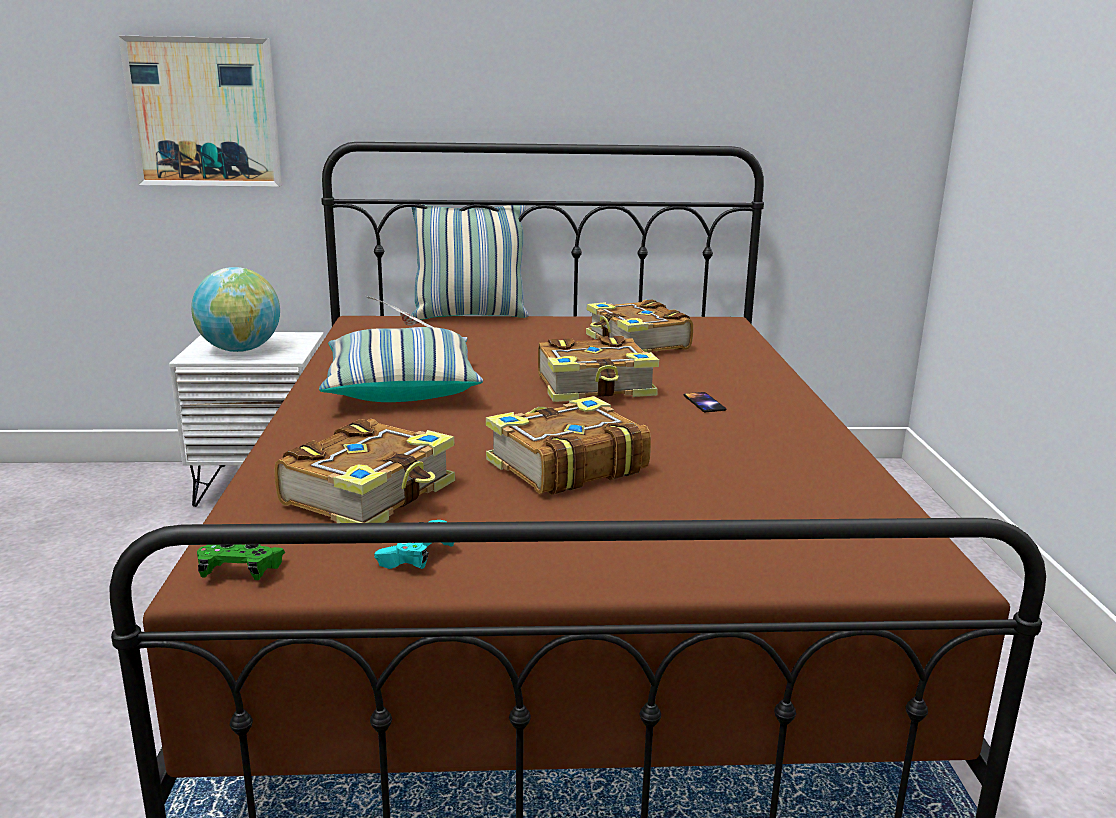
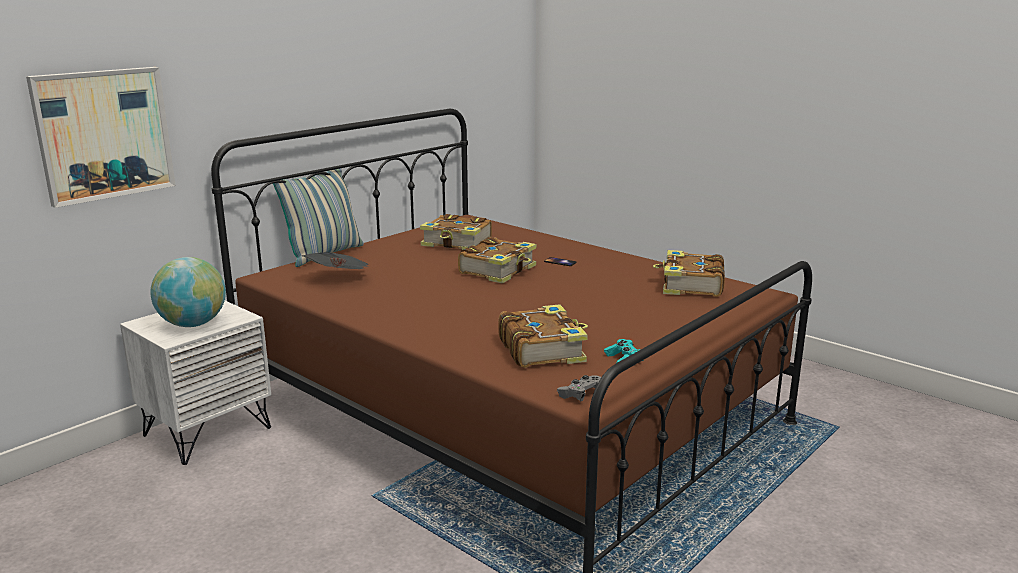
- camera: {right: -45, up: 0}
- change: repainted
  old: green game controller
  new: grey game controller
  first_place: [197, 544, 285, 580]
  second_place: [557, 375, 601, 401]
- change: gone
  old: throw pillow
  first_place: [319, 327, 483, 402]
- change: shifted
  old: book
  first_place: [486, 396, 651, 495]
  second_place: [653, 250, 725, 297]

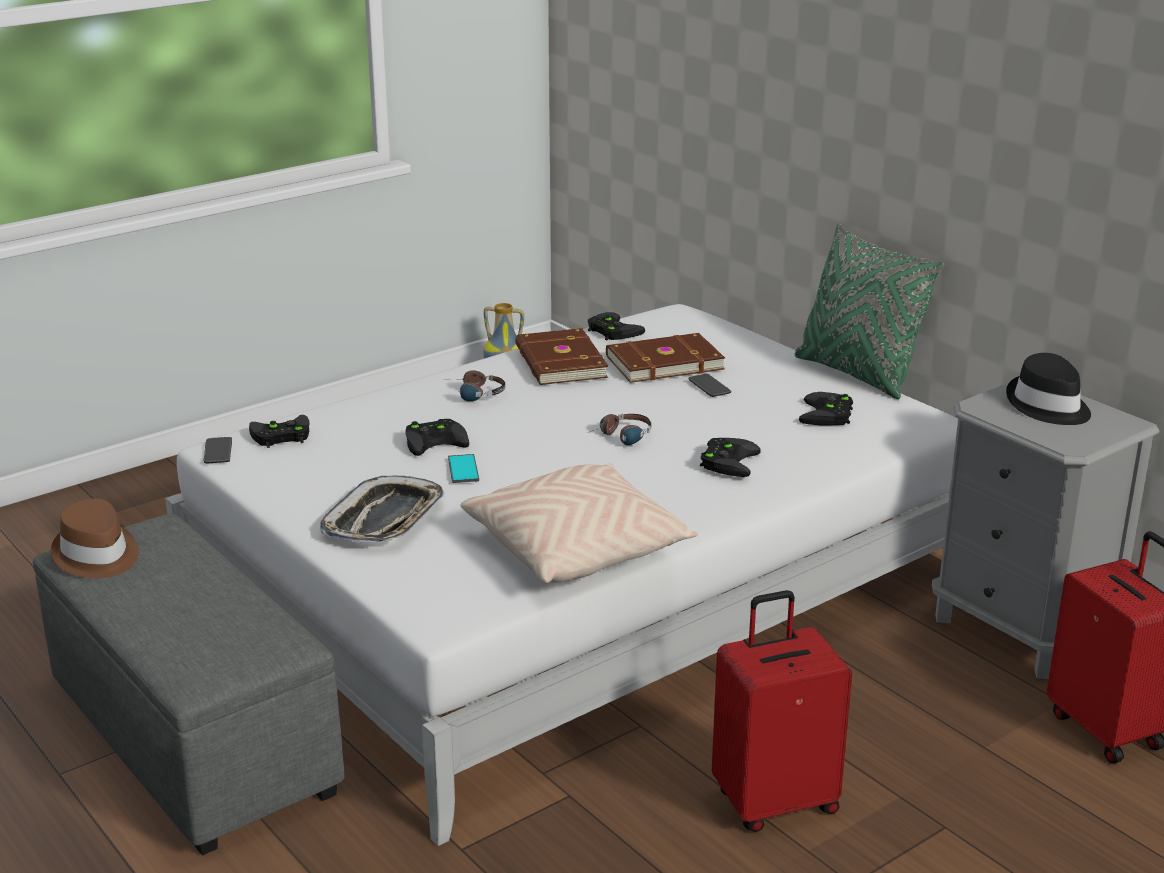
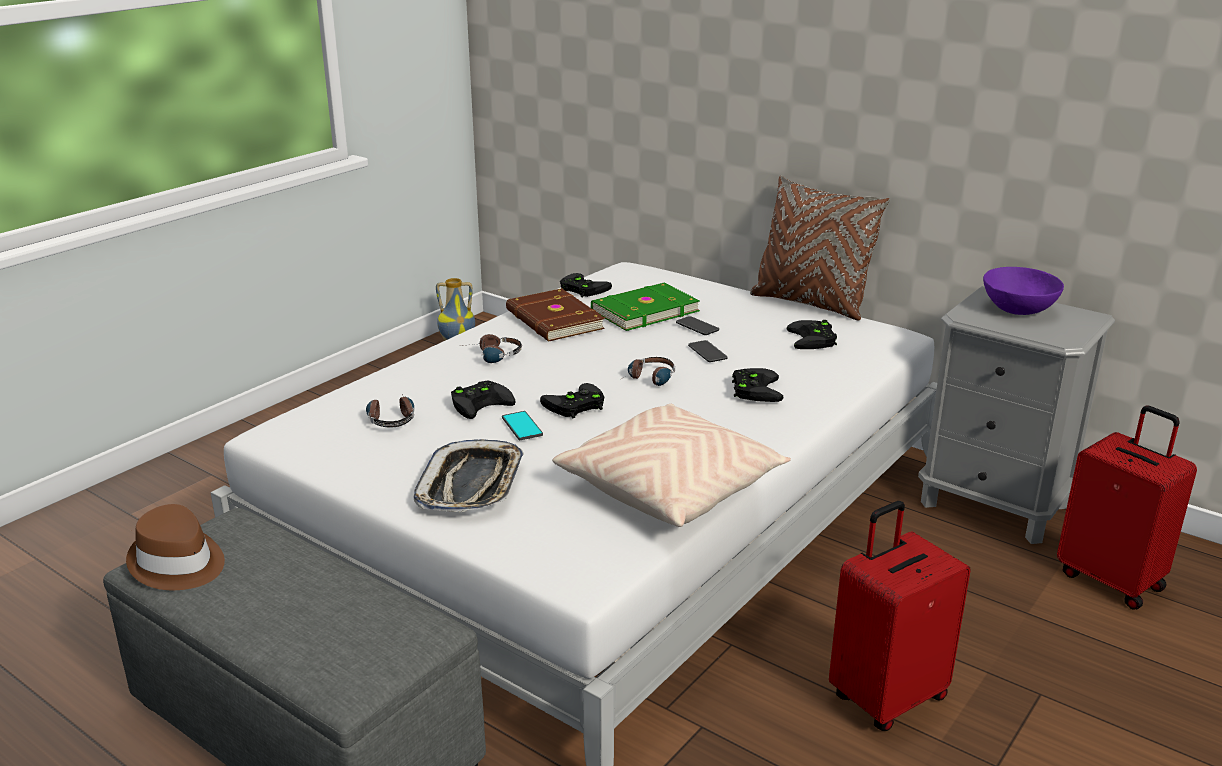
- camera: {right: -15, up: 0}
- change: shifted
  old: handset
  first_place: [204, 437, 232, 463]
  second_place: [688, 340, 728, 362]
- change: shifted
  old: black game controller
  first_place: [249, 415, 309, 448]
  second_place: [540, 383, 604, 418]
- change: repainted
  old: brown book
  new: green book
  first_place: [606, 333, 725, 383]
  second_place: [591, 283, 700, 331]
- change: repainted
  old: green throw pillow
  new: brown throw pillow
  first_place: [794, 224, 944, 399]
  second_place: [750, 176, 890, 320]
- change: swapped
  old: black wearable hat
  new: purple serving bowl
  first_place: [1006, 353, 1091, 425]
  second_place: [983, 267, 1064, 315]
- change: new
  new: headset
  second_place: [366, 394, 414, 427]

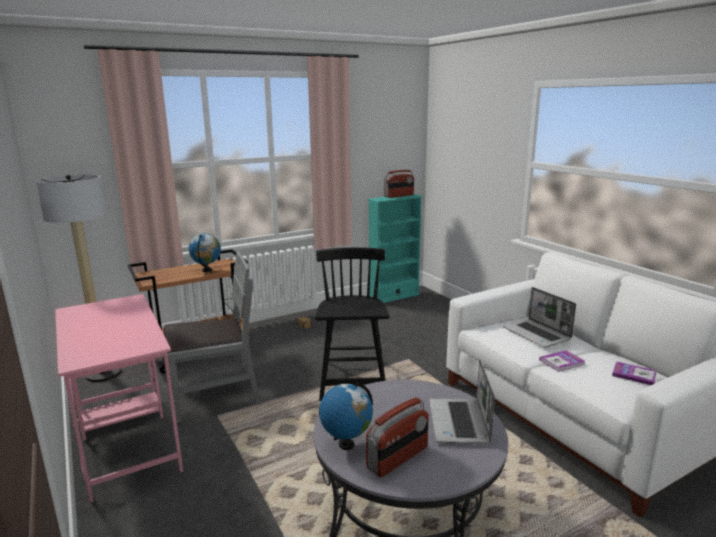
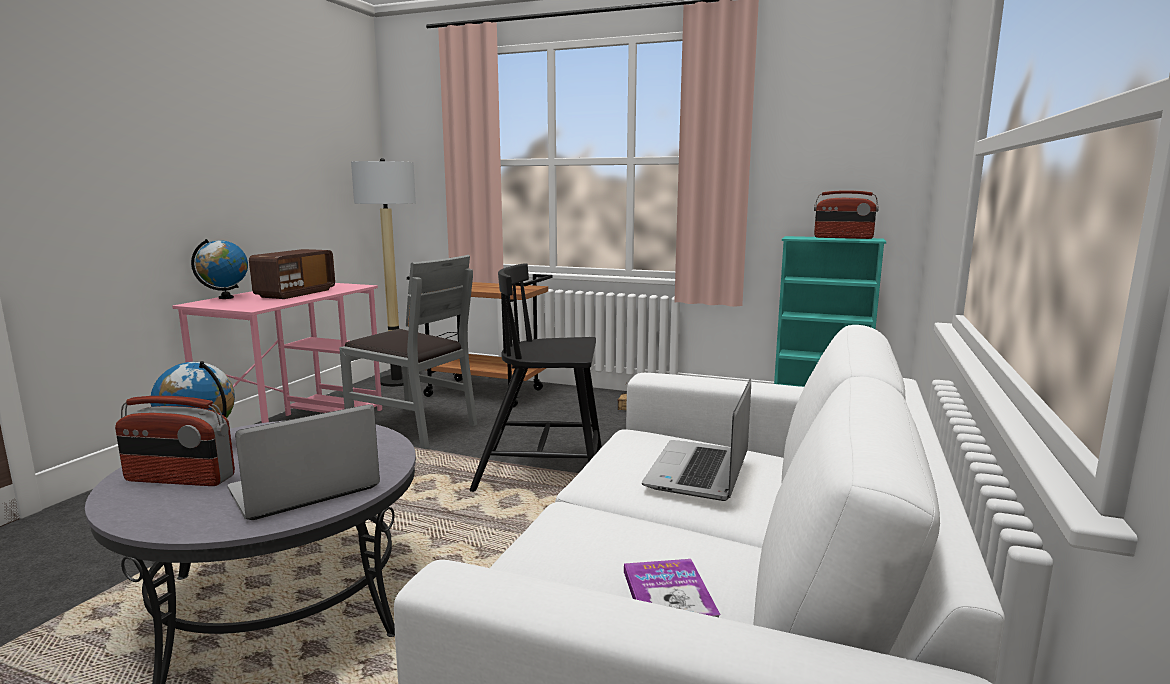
- camera: {right: 50, up: -5}
- change: shifted
  old: desk globe
  first_place: [189, 234, 221, 272]
  second_place: [191, 239, 248, 299]
- change: rotated
  old: black chair
  first_place: [315, 247, 390, 401]
  second_place: [469, 263, 602, 492]
  degrees: -135
- change: gone
  old: book
  first_place: [539, 350, 585, 372]
- change: new
  new: radio set
  second_place: [249, 249, 335, 299]

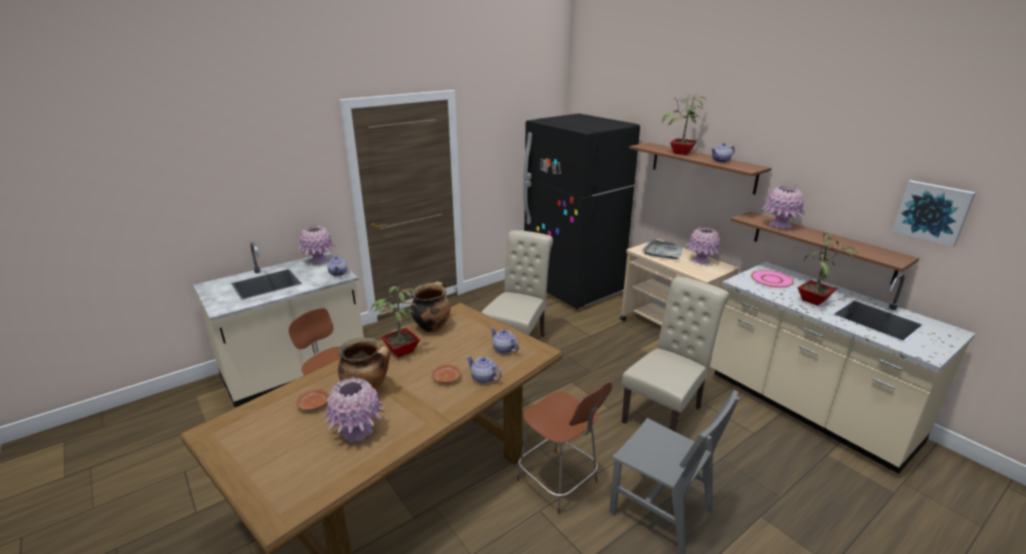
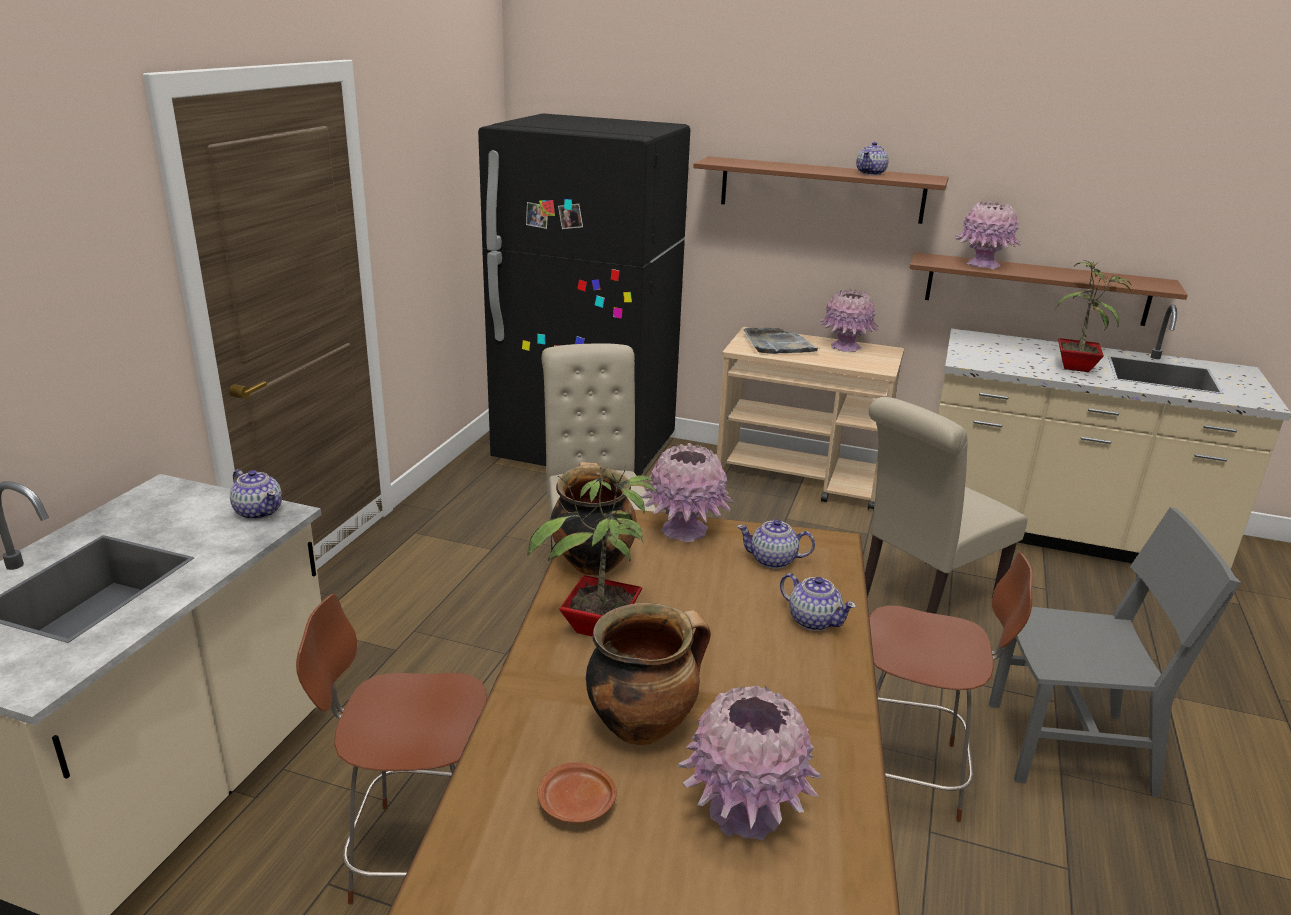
- camera: {right: -35, up: 0}
- change: shifted
  old: pink decorative vase
  first_place: [297, 225, 336, 264]
  second_place: [641, 443, 734, 542]
- change: gone
  old: brown flat dish
  first_place: [432, 364, 461, 383]
- change: rotated
  old: pot for tea
  first_place: [466, 356, 502, 383]
  second_place: [780, 573, 857, 631]
  degrees: -135
- change: rotated
  old: beige-coloured chair
  first_place: [622, 277, 729, 432]
  second_place: [865, 397, 1028, 614]
  degrees: -135
- change: gone
  old: potted plant
  first_place: [662, 94, 706, 155]
- change: gone
  old: pink flat dish
  first_place: [751, 270, 794, 288]
- change: gone
  old: wall art
  first_place: [892, 180, 976, 247]

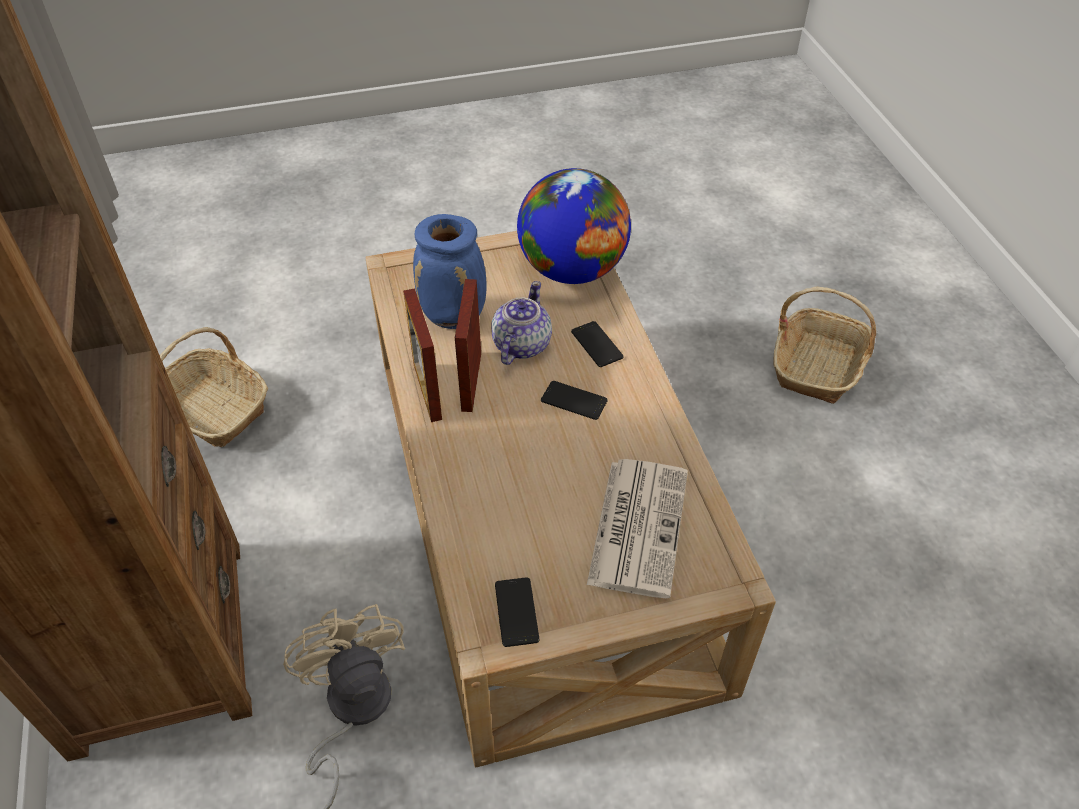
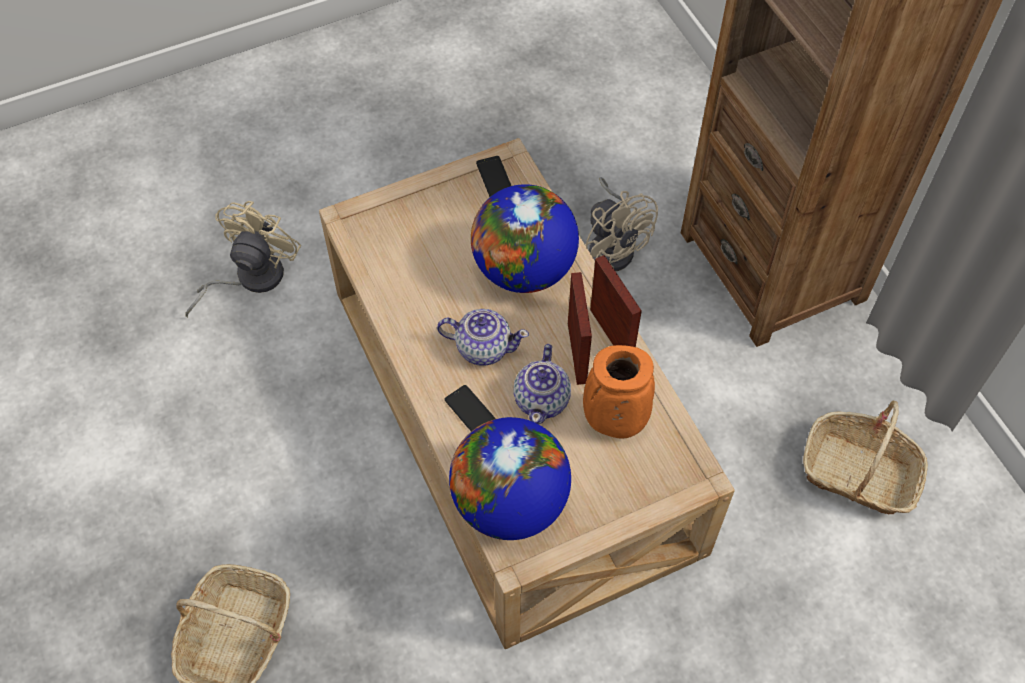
- camera: {right: 170, up: 10}
- change: repainted
  old: blue-coloured decorative vase
  new: orange-coloured decorative vase
  first_place: [413, 214, 487, 329]
  second_place: [583, 345, 655, 439]
- change: swapped
  old: handset
  new: pot for tea
  first_place: [541, 381, 608, 420]
  second_place: [437, 309, 529, 366]
- change: gone
  old: newspaper
  first_place: [587, 459, 688, 599]
- change: new
  new: beige-coloured electric fan
  second_place: [185, 201, 301, 317]
- change: new
  new: desk globe
  second_place: [471, 184, 579, 293]

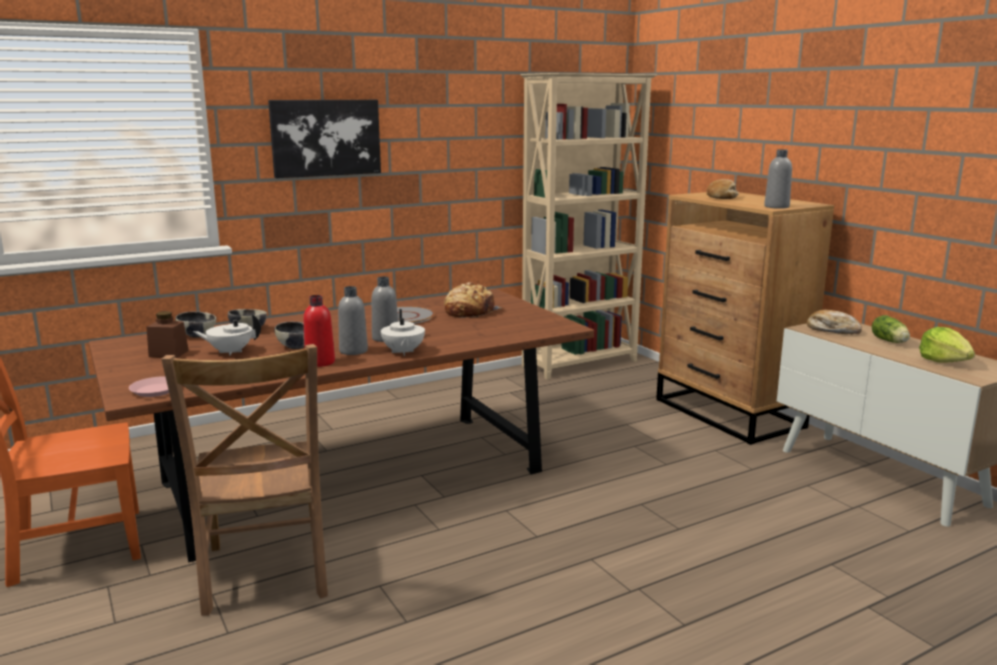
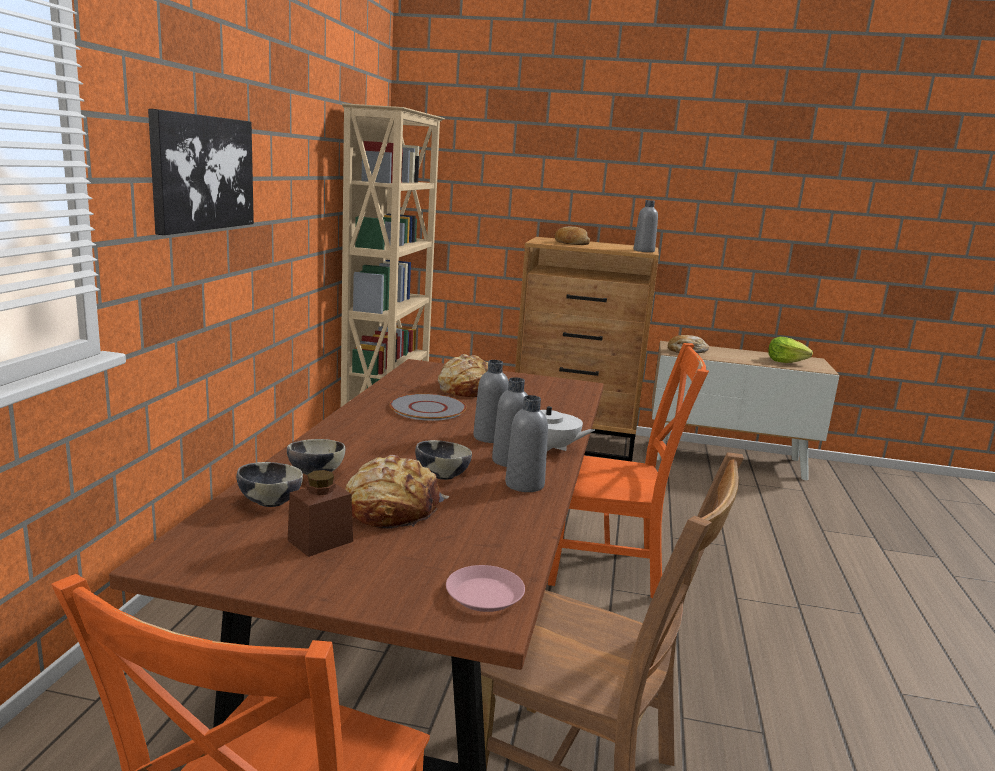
- camera: {right: -50, up: 0}
- change: swapped
  old: white pot for tea
  new: bread
  first_place: [193, 314, 261, 356]
  second_place: [345, 455, 449, 529]
- change: repainted
  old: red beverage bottle
  new: grey beverage bottle
  first_place: [303, 295, 335, 367]
  second_place: [505, 395, 548, 492]
- change: gone
  old: lettuce
  first_place: [872, 315, 910, 343]
- change: new
  new: orange-coloured chair
  second_place: [548, 343, 709, 598]

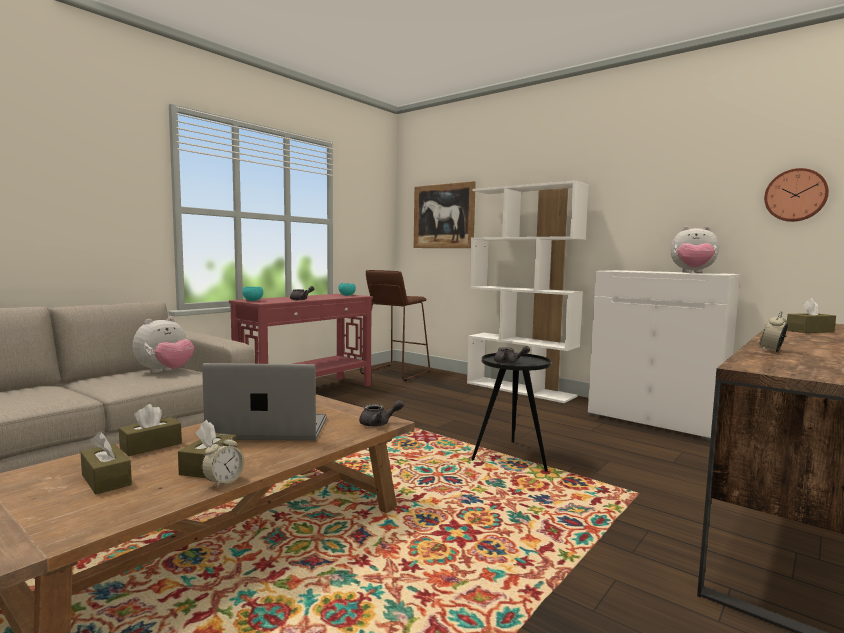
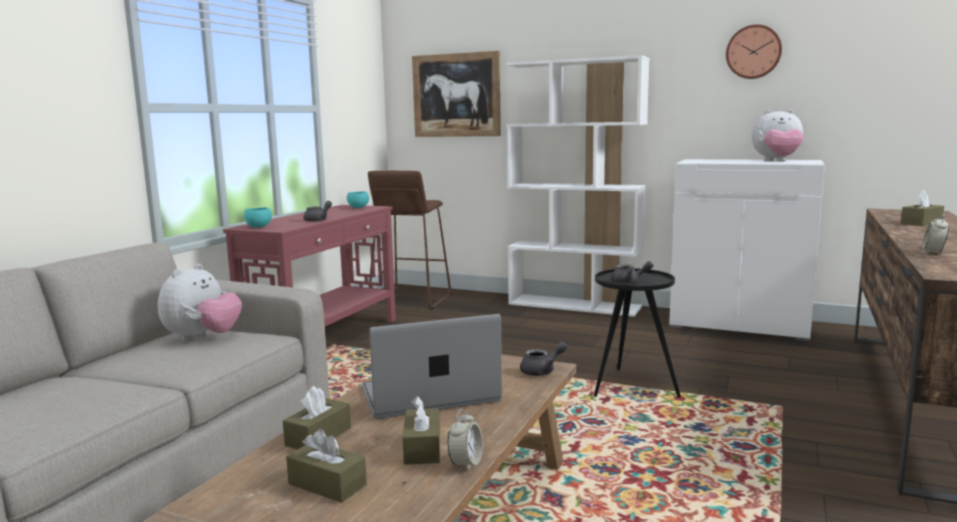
- camera: {right: -15, up: 5}
- change: shifted
  old: wall clock
  first_place: [764, 168, 829, 222]
  second_place: [726, 24, 782, 79]

